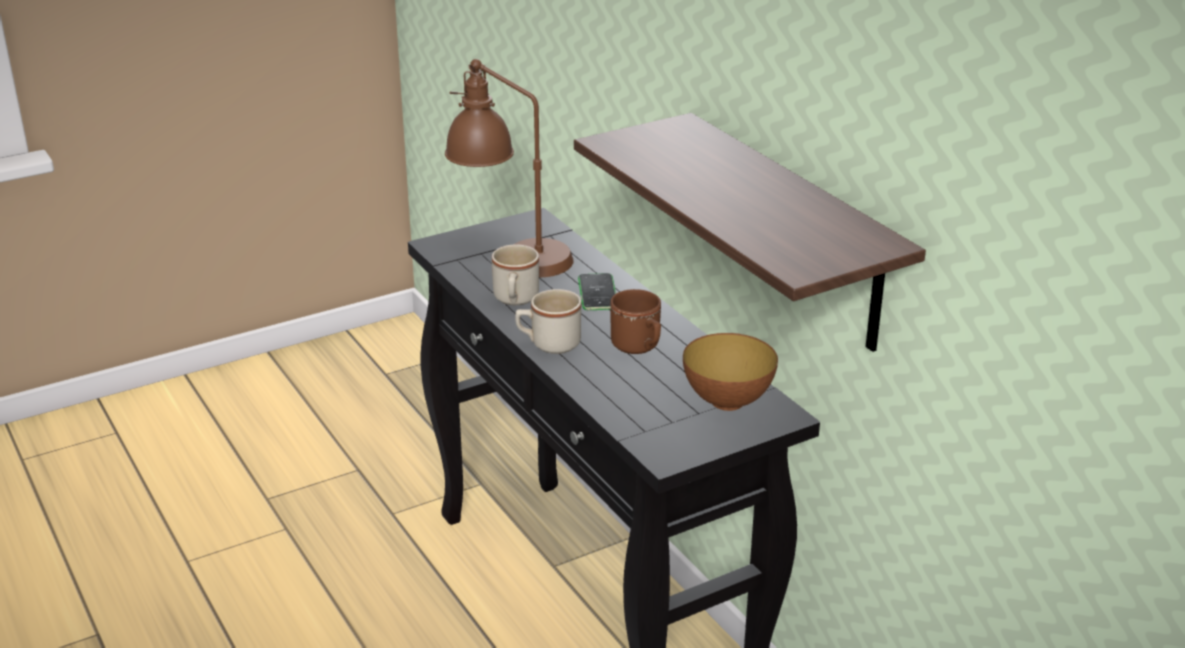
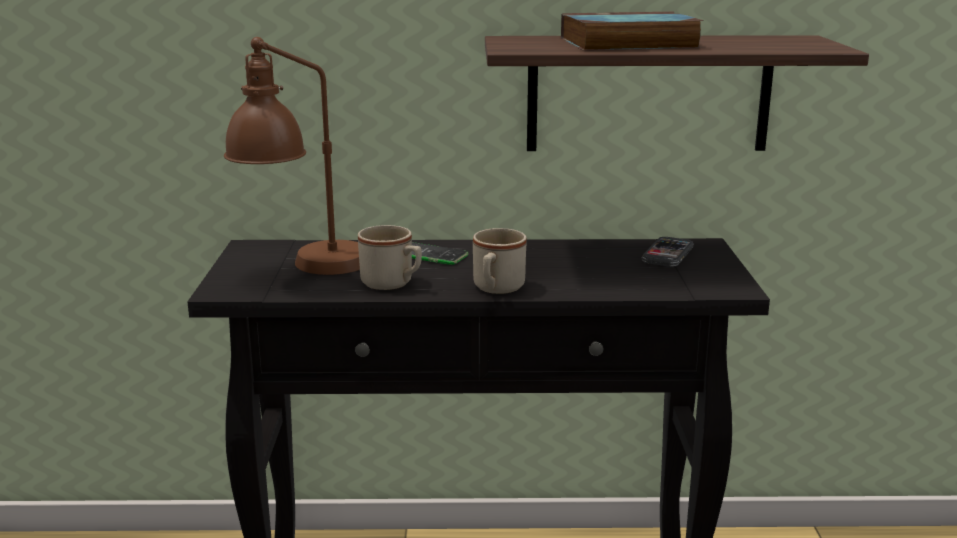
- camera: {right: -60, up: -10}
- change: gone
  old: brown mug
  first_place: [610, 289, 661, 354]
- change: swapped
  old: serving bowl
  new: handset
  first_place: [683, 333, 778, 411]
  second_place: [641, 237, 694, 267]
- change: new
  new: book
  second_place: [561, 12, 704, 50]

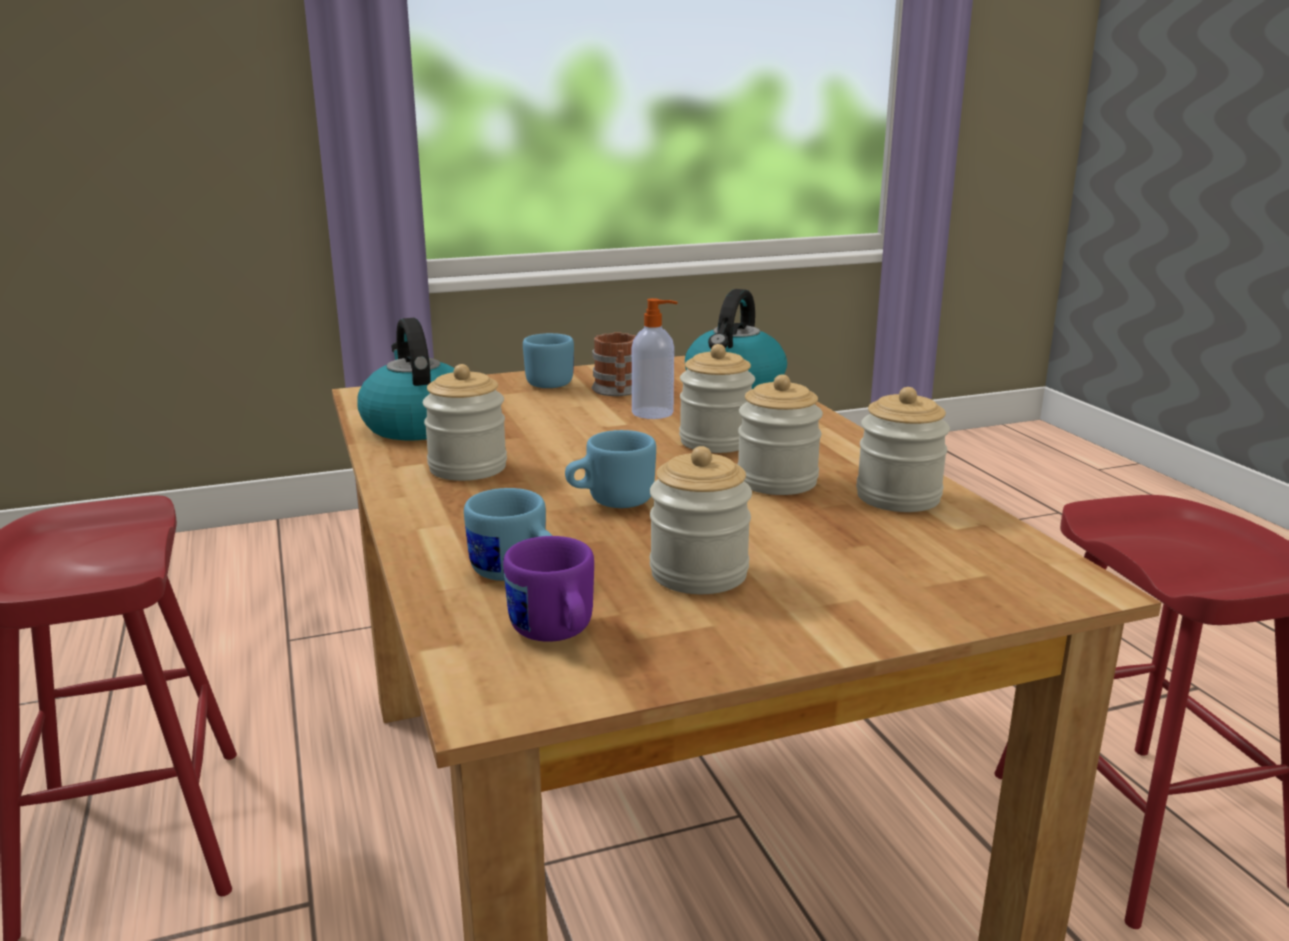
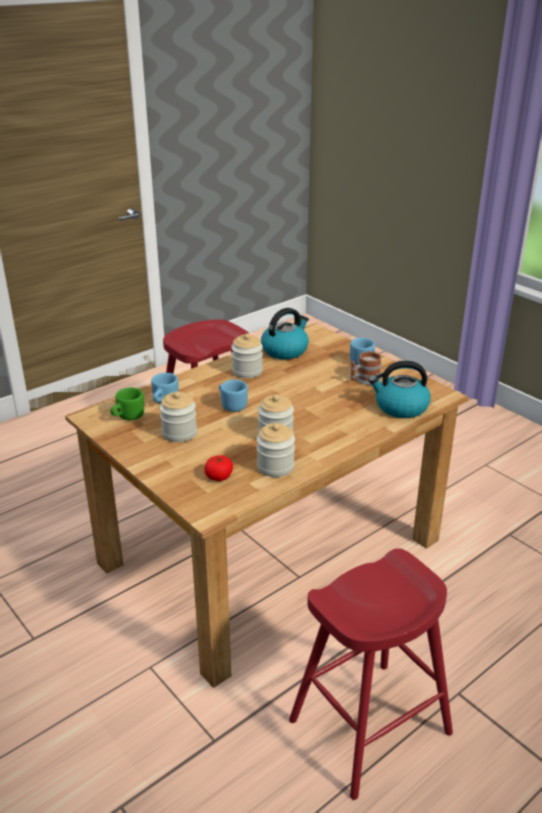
- camera: {right: 70, up: 10}
- change: repainted
  old: purple mug
  new: green mug
  first_place: [503, 536, 594, 642]
  second_place: [110, 387, 144, 420]
- change: gone
  old: liquid soap bottle
  first_place: [632, 298, 678, 419]
- change: gone
  old: preserve jar
  first_place: [679, 344, 755, 453]
- change: new
  new: fresh tomato
  second_place: [204, 455, 233, 481]

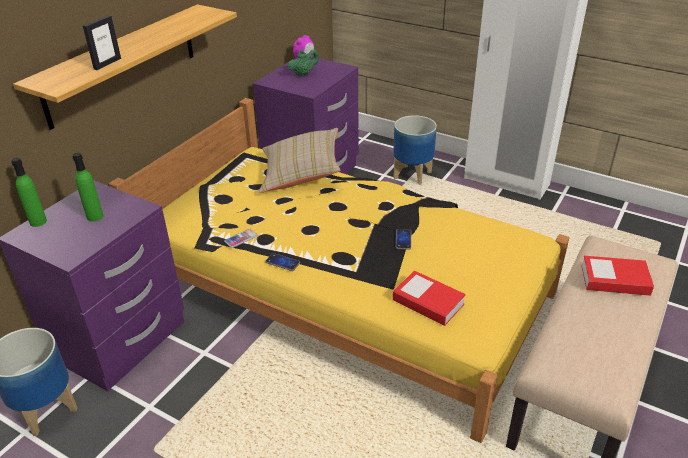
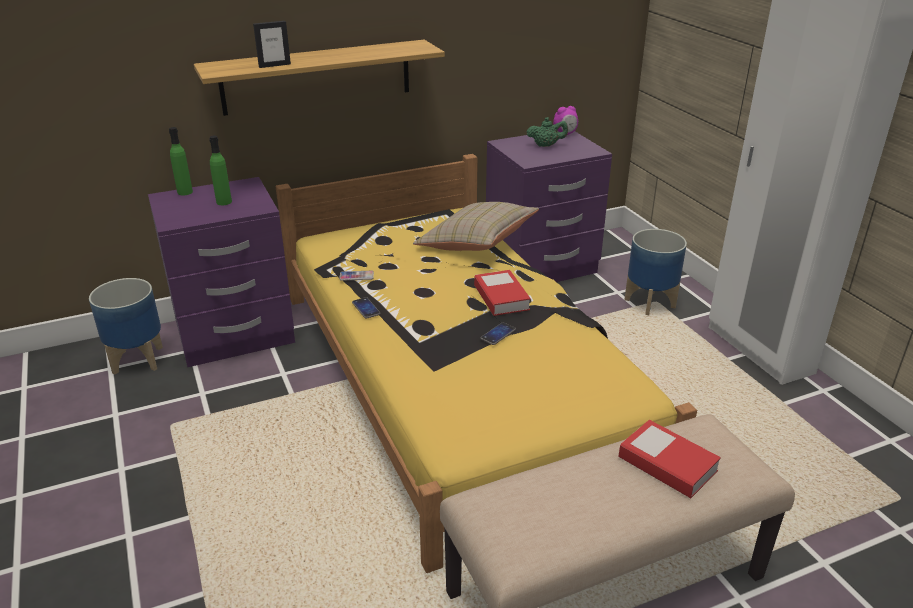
- camera: {right: 35, up: -5}
- change: shifted
  old: book
  first_place: [393, 271, 466, 326]
  second_place: [474, 270, 531, 316]

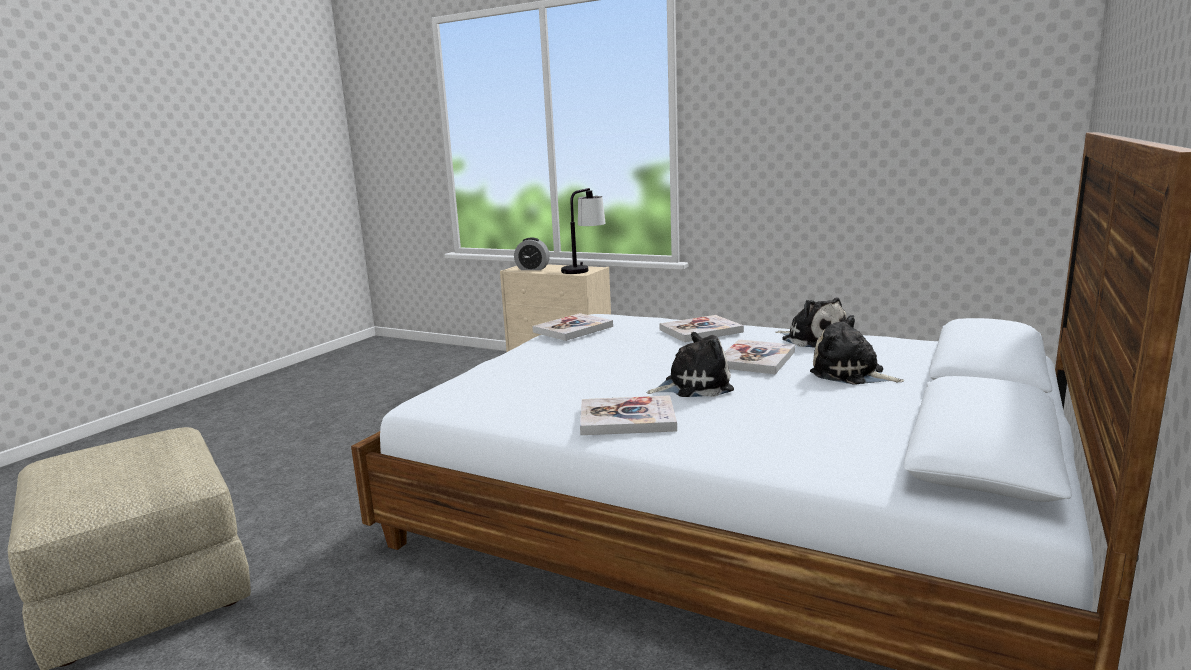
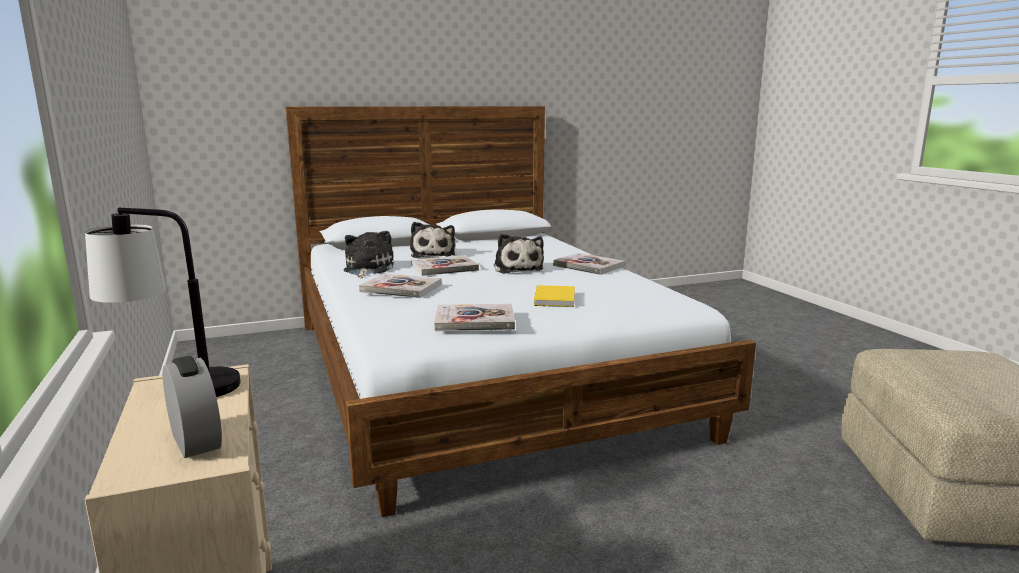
- camera: {right: -140, up: 0}
- change: rotated
  old: soft toy
  first_place: [647, 332, 734, 397]
  second_place: [494, 234, 544, 274]
  degrees: -135
- change: new
  new: yellow-coloured book
  second_place: [534, 285, 575, 307]

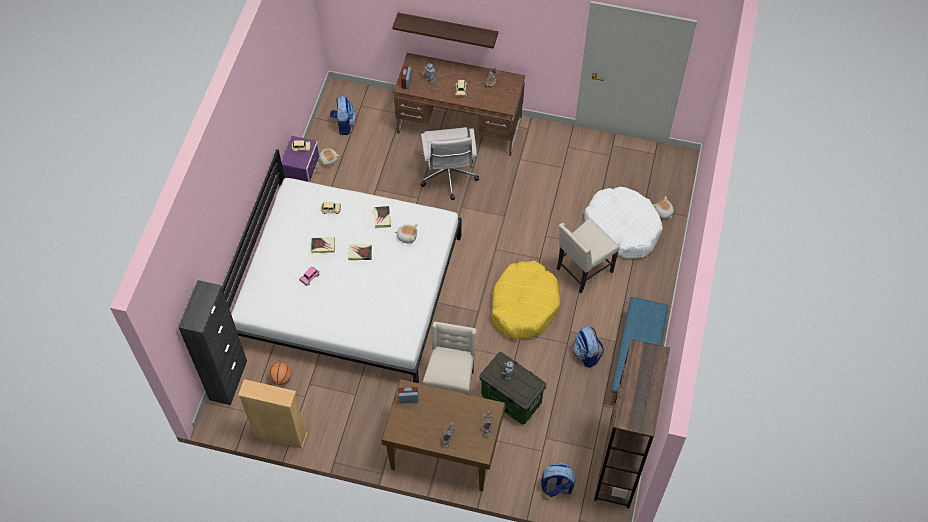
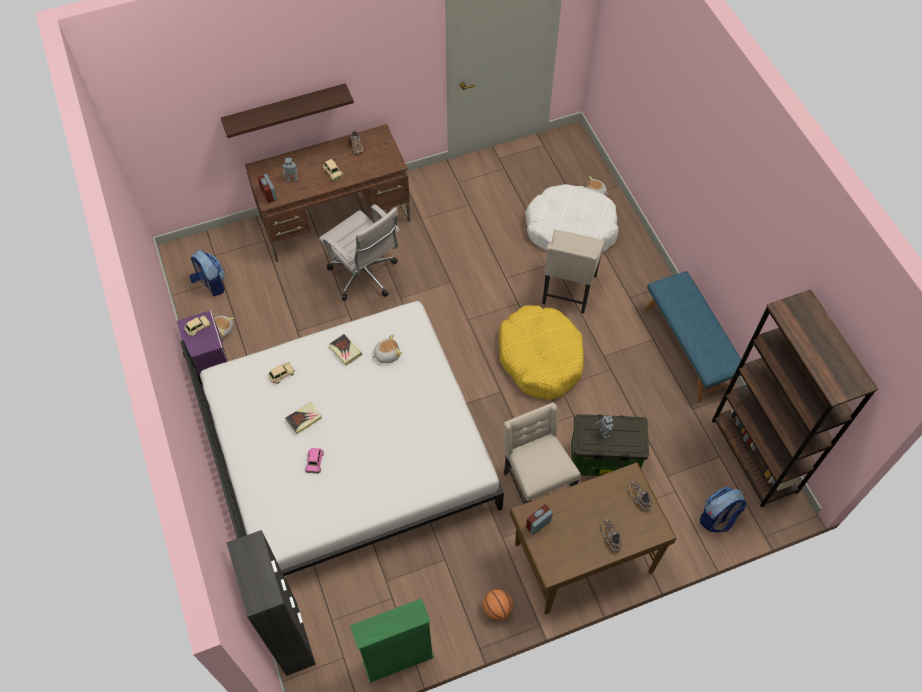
- camera: {right: -35, up: 0}
- change: repainted
  old: beige-coloured bookshelf
  new: green bookshelf
  first_place: [238, 379, 307, 448]
  second_place: [350, 598, 434, 683]
- change: shifted
  old: ball for basketball
  first_place: [268, 362, 292, 385]
  second_place: [483, 589, 513, 621]
- change: gone
  old: book
  first_place: [348, 244, 372, 260]
- change: gone
  old: rucksack
  first_place: [573, 326, 604, 368]

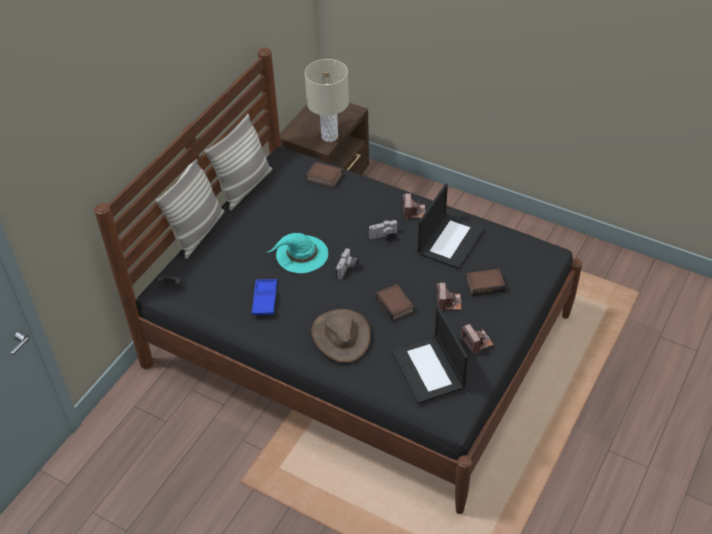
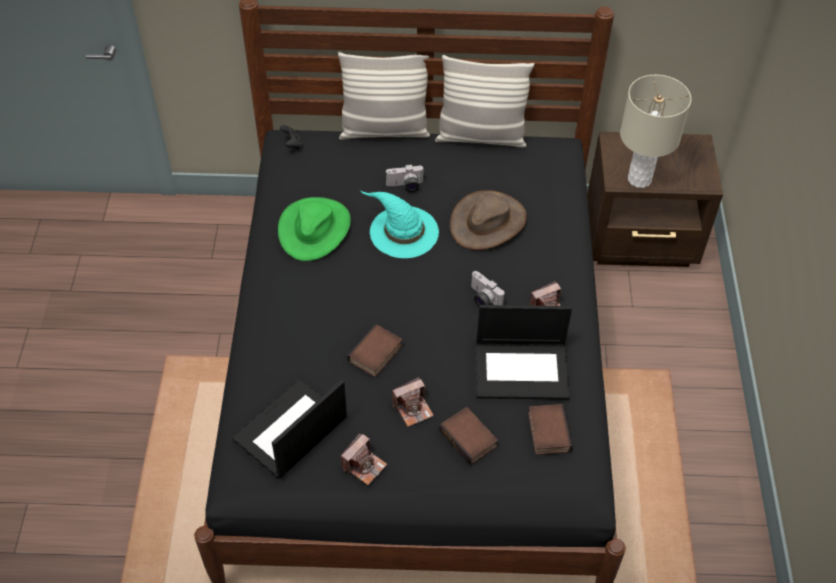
- camera: {right: 60, up: 5}
- change: swapped
  old: blue-coloured serving tray
  new: green wearable hat
  first_place: [252, 279, 277, 315]
  second_place: [278, 197, 351, 261]
- change: shifted
  old: book
  first_place: [306, 161, 343, 187]
  second_place: [528, 404, 573, 455]
- change: shifted
  old: brown wearable hat
  first_place: [311, 309, 371, 363]
  second_place: [450, 190, 527, 250]
- change: shifted
  old: photo camera
  first_place: [335, 248, 359, 280]
  second_place: [386, 164, 424, 192]

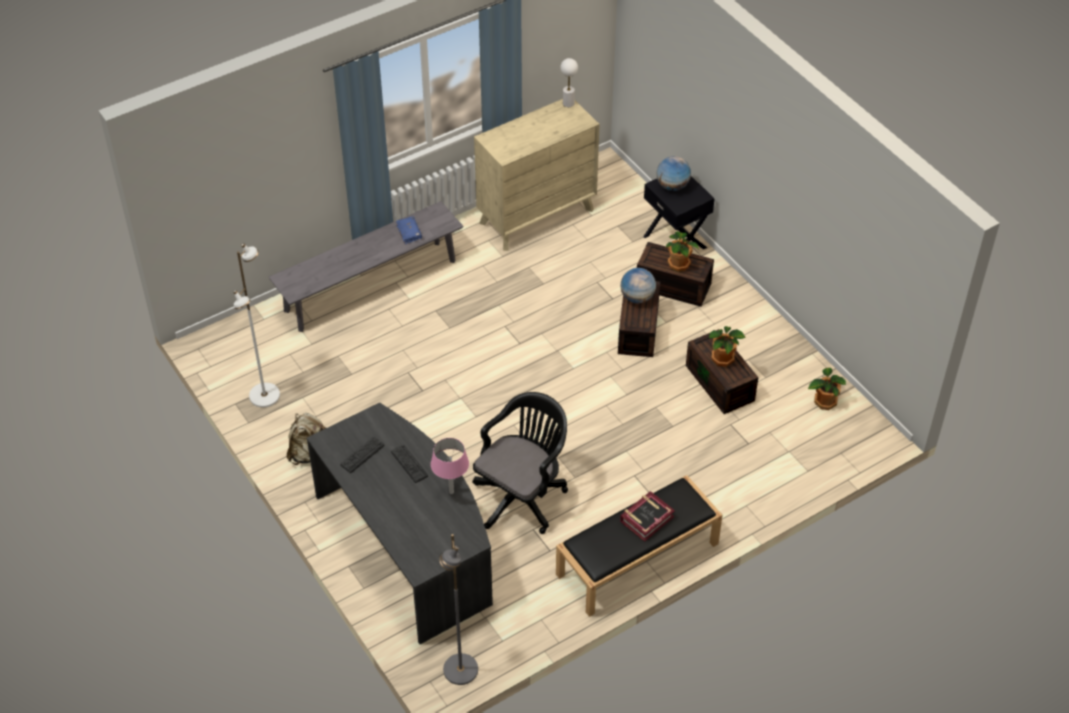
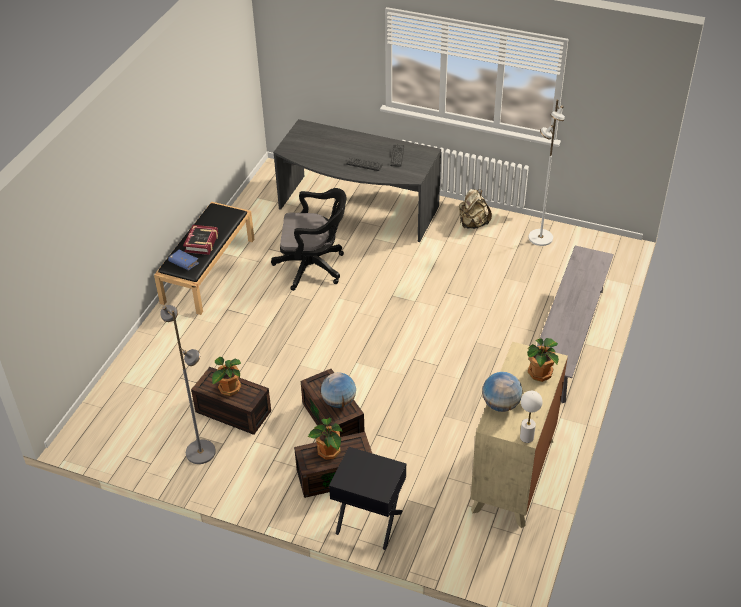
- camera: {right: 145, up: -5}
- change: shifted
  old: blue-coloured book
  first_place: [396, 216, 422, 244]
  second_place: [168, 249, 199, 270]
- change: gone
  old: pink lamp for a table
  first_place: [431, 438, 469, 494]
- change: shifted
  old: grey standing lamp
  first_place: [439, 534, 478, 685]
  second_place: [160, 305, 216, 464]
- change: rotated
  old: black computer chair
  first_place: [473, 392, 568, 534]
  second_place: [271, 188, 346, 291]
  degrees: -90
- change: shifted
  old: desk globe
  first_place: [656, 156, 691, 191]
  second_place: [482, 372, 523, 412]
- change: shifted
  old: potted plant
  first_place: [808, 368, 846, 410]
  second_place: [527, 338, 559, 382]

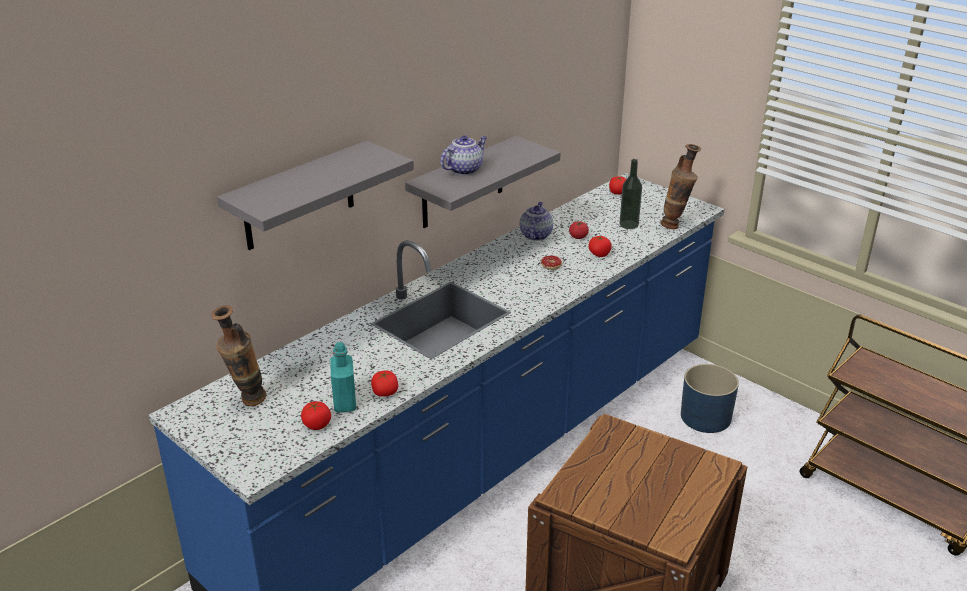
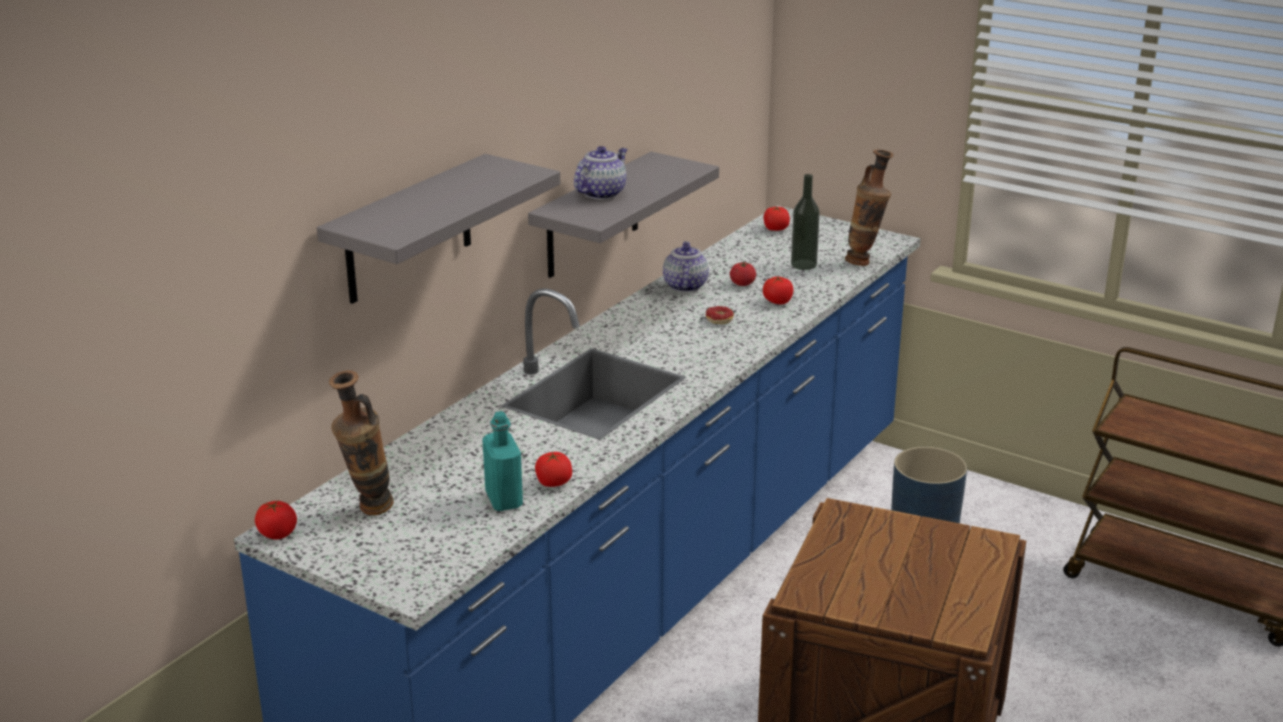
- camera: {right: -10, up: -5}
- change: shifted
  old: fresh tomato
  first_place: [301, 401, 331, 430]
  second_place: [255, 501, 297, 540]

